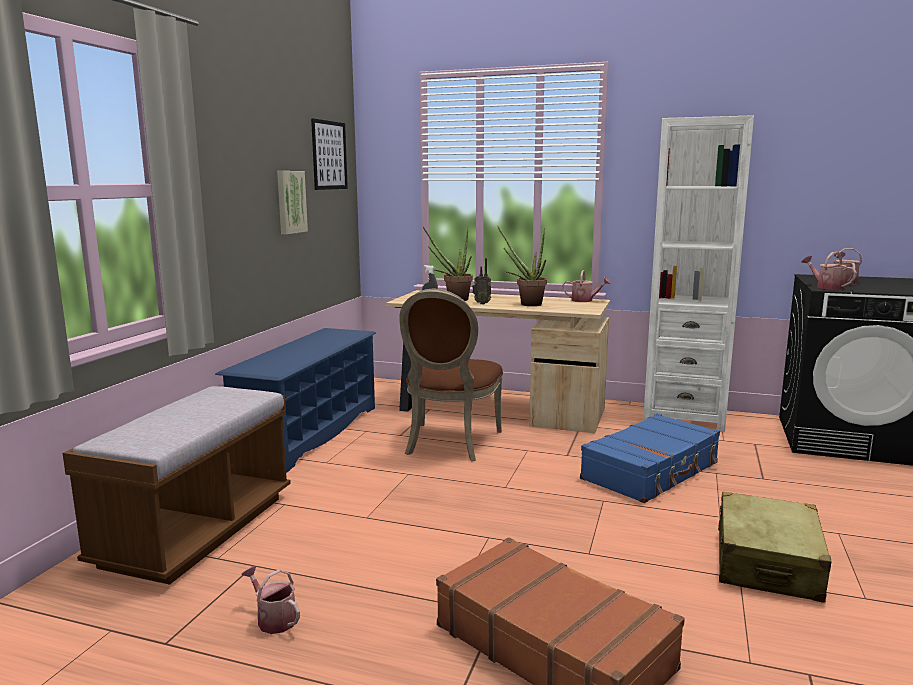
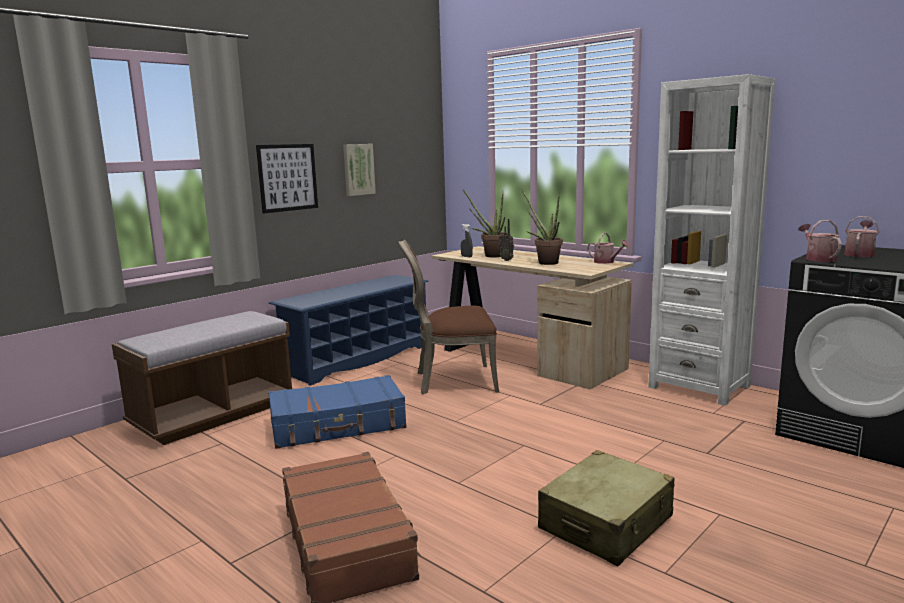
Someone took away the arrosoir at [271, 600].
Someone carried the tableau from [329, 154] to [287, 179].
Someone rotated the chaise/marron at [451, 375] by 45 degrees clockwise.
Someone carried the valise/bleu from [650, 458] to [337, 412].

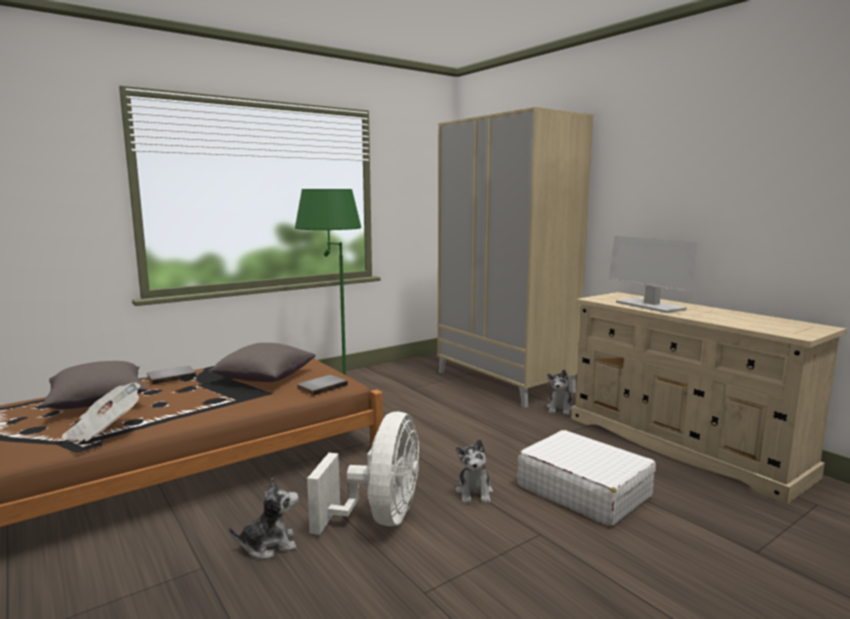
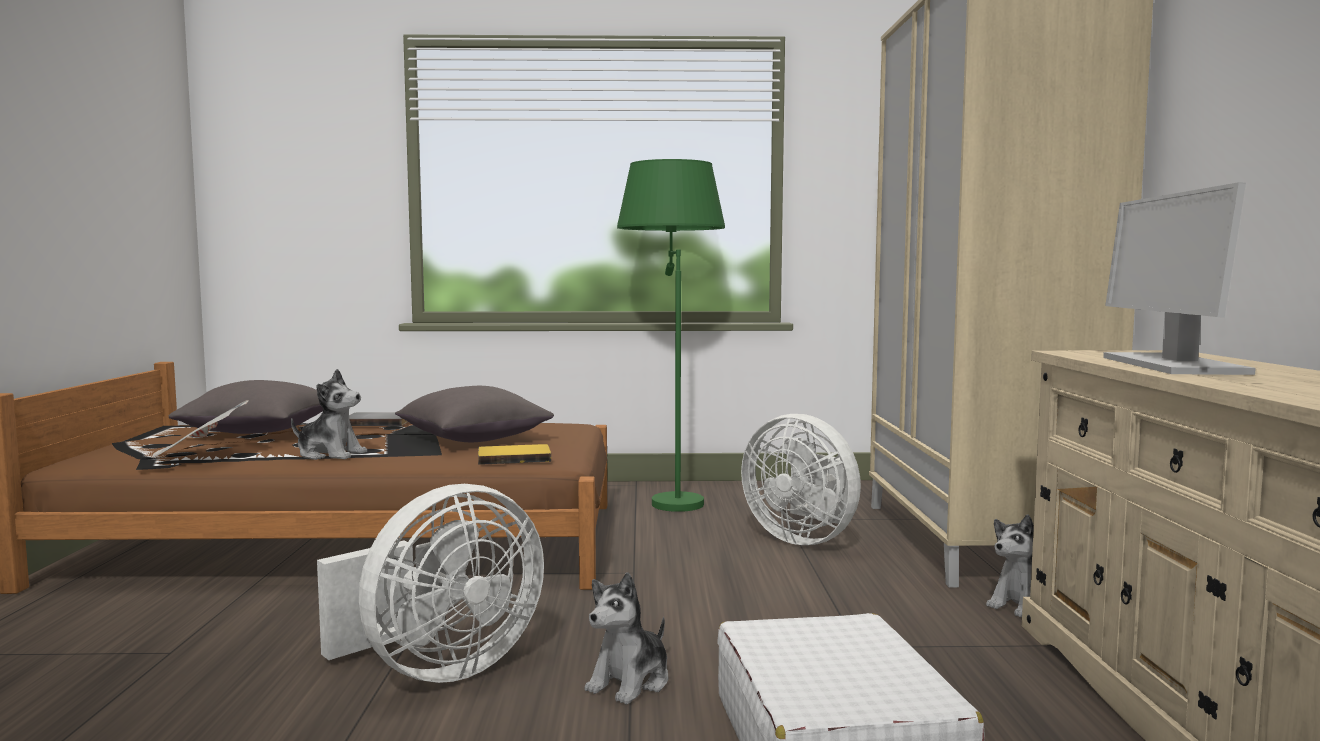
Someone carried the peluche from [264, 518] to [329, 414].
Someone repainted the livre/gris at [322, 385], which became the livre/jaune at [514, 454].
Someone put down the ventilateur/blanc at [801, 479].

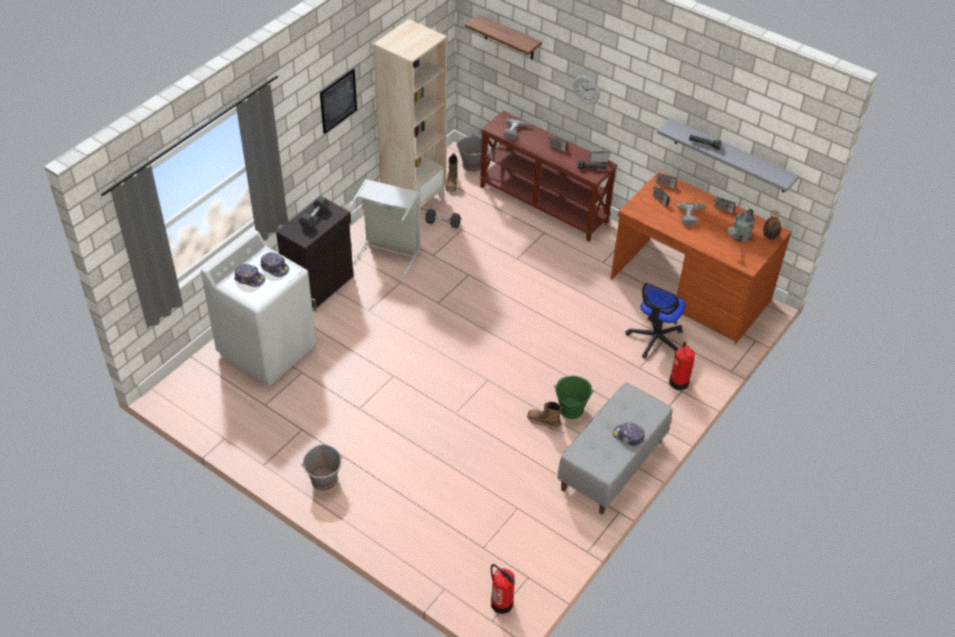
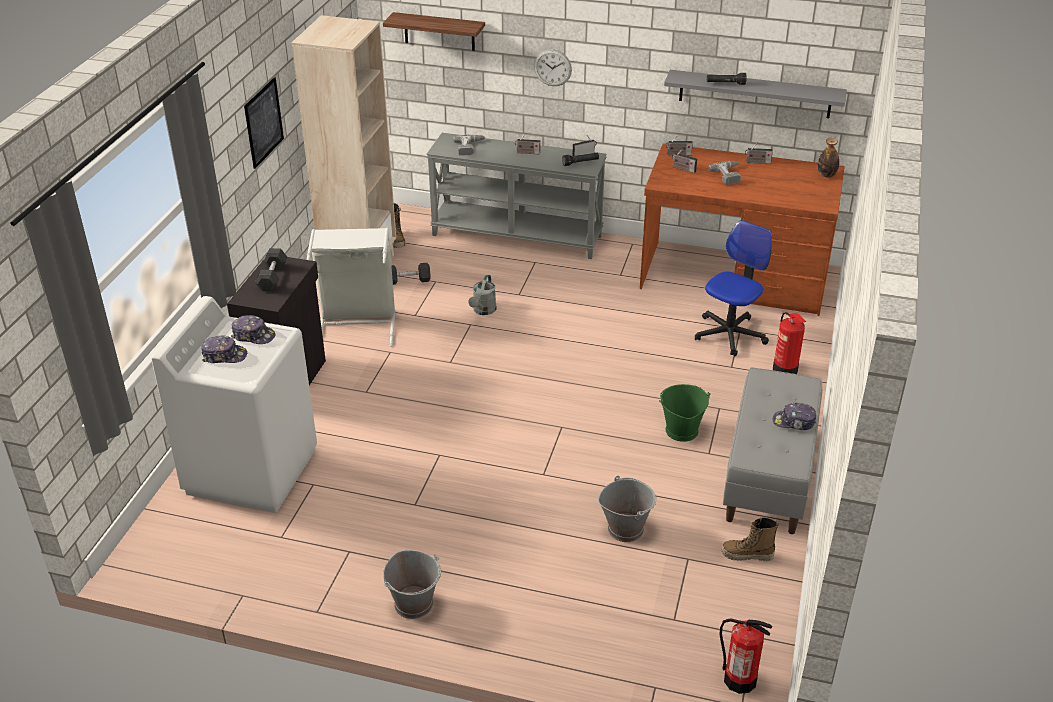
Someone carried the seau/gris from [472, 152] to [627, 509].
Someone repainted the table console/marron at [548, 176], which became the table console/gris at [516, 196].
Someone carried the botte from [544, 416] to [750, 539].
Someone rotated the chaise de bureau at [655, 321] by 150 degrees counterclockwise.
Someone carried the arrosoir/gris from [741, 225] to [482, 294].

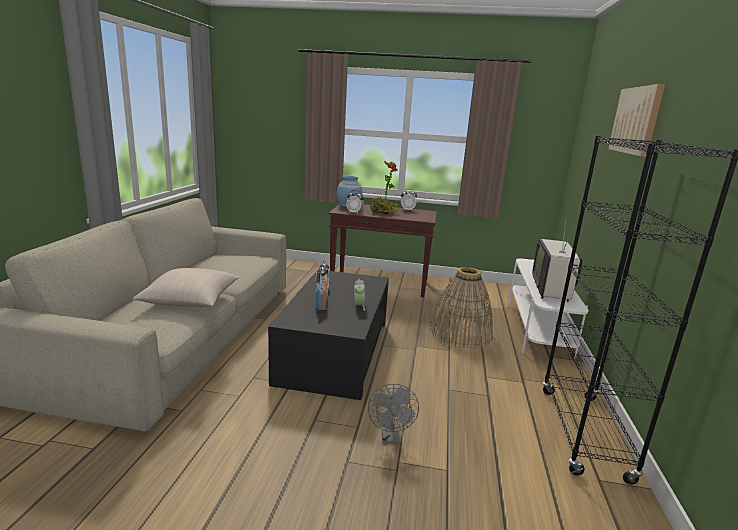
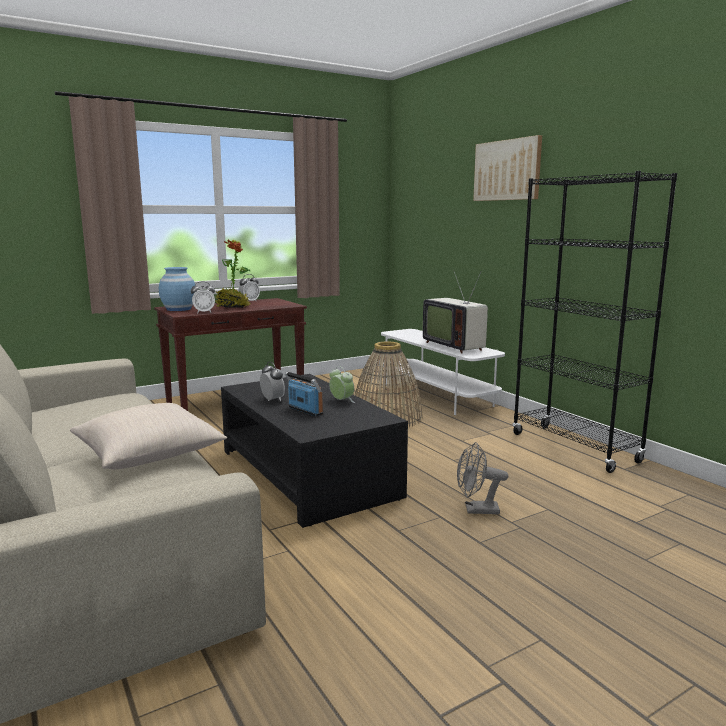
Someone rotated the ventilateur/gris at [393, 413] by 135 degrees clockwise.

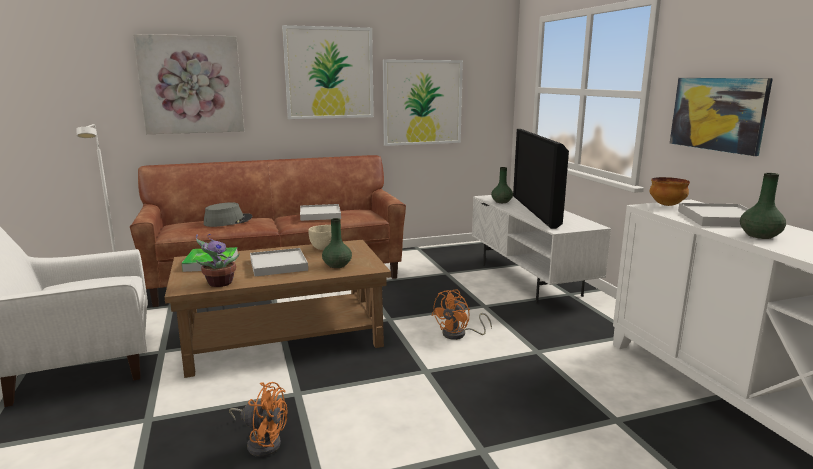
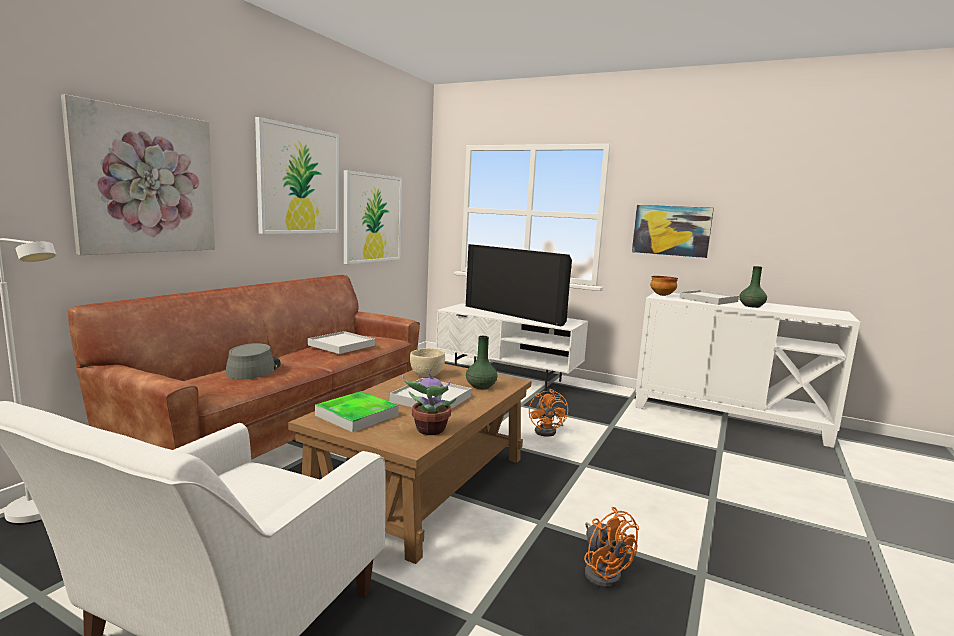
Someone rotated the ventilateur/orange at [258, 419] by 90 degrees clockwise.
Someone took away the vase/vert at [502, 185].

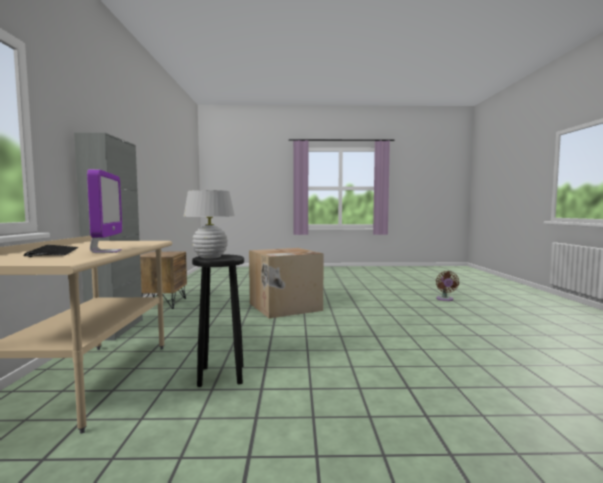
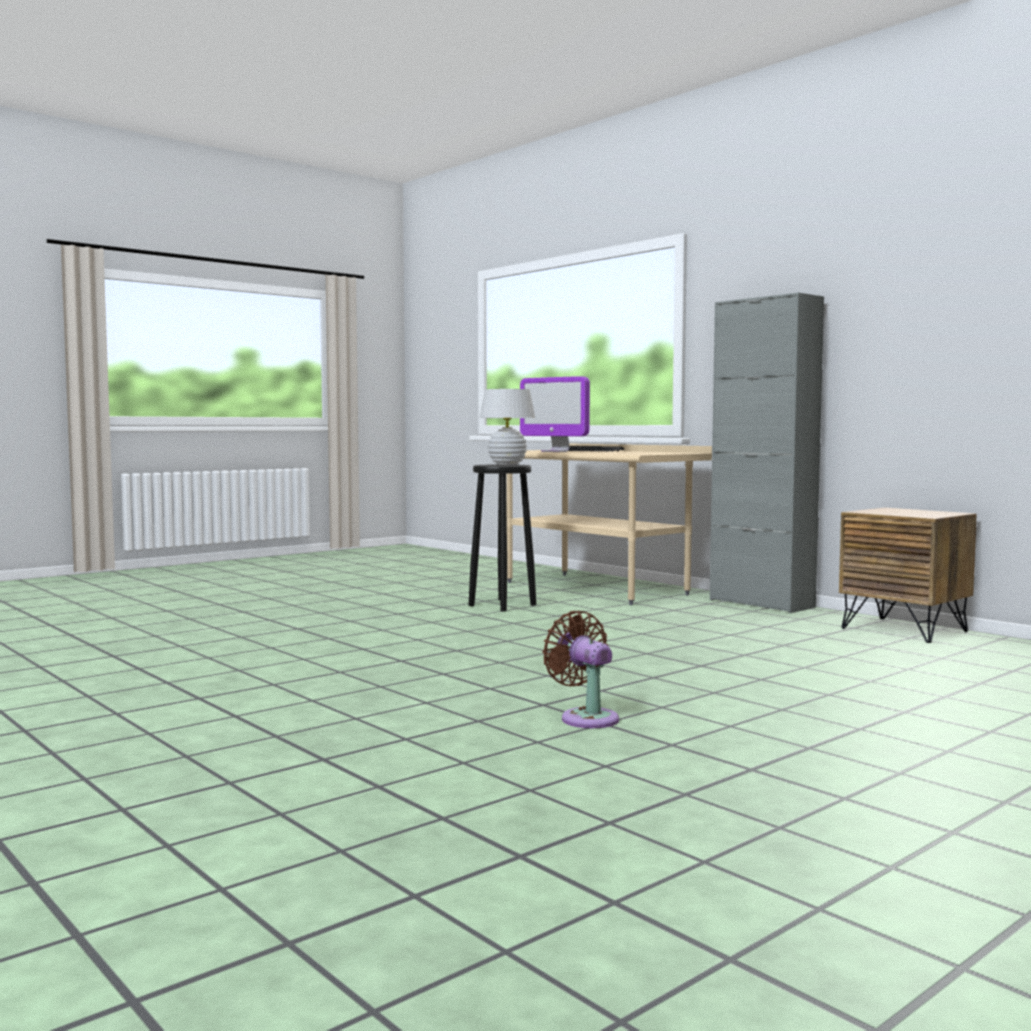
Someone took away the carton at [286, 283].
Someone carried the ventilateur/marron from [447, 286] to [580, 669].

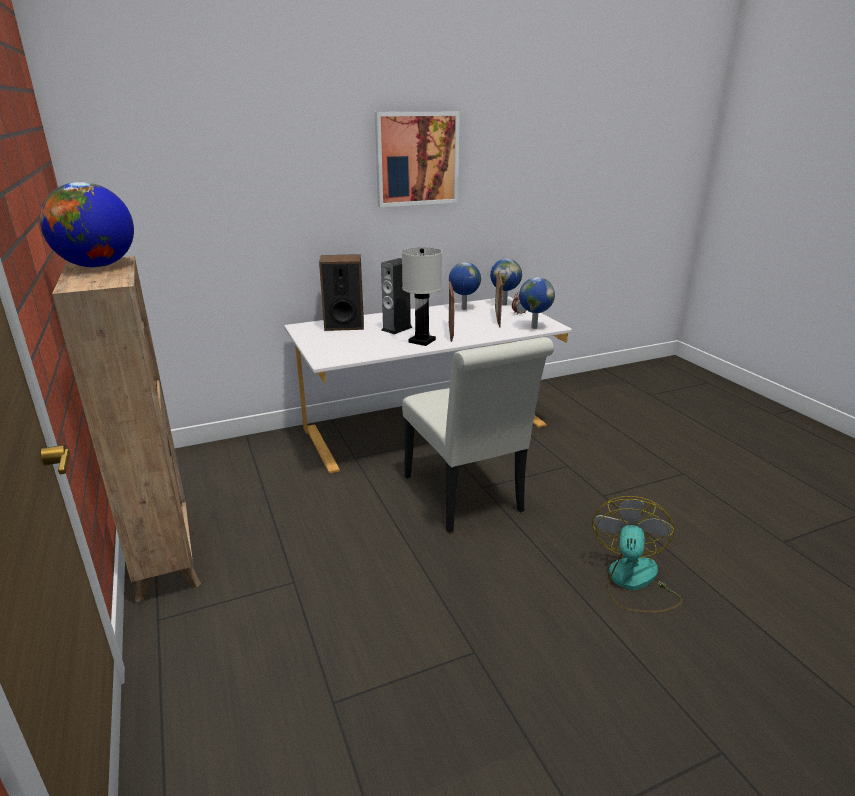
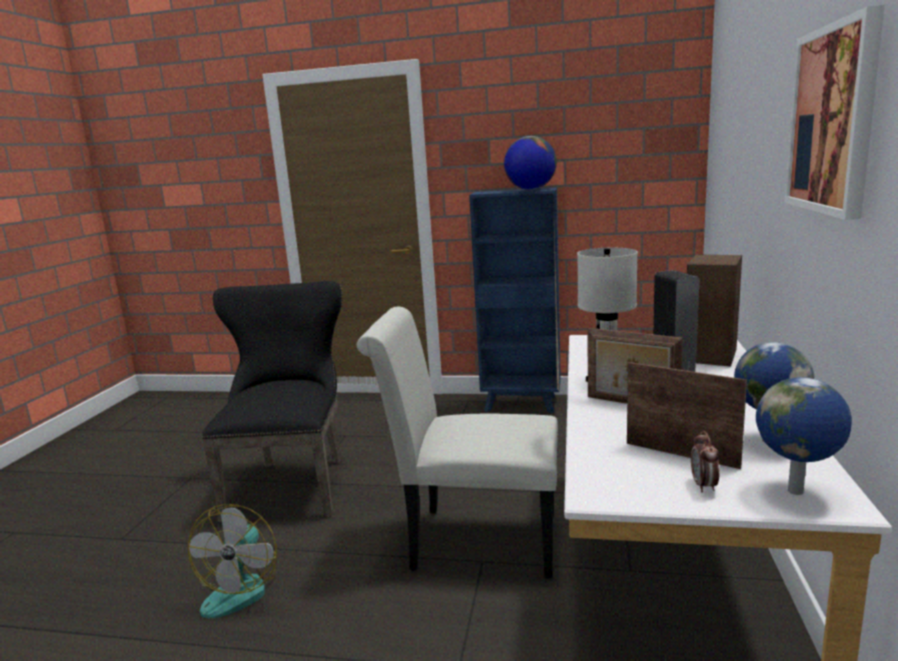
Someone repainted the bibliothèque/marron at [126, 429], which became the bibliothèque/bleu at [515, 300].
Someone took away the globe at [537, 303].
Someone rotated the ventilateur at [637, 554] by 45 degrees clockwise.
Someone put down the chaise/noir at [272, 402].

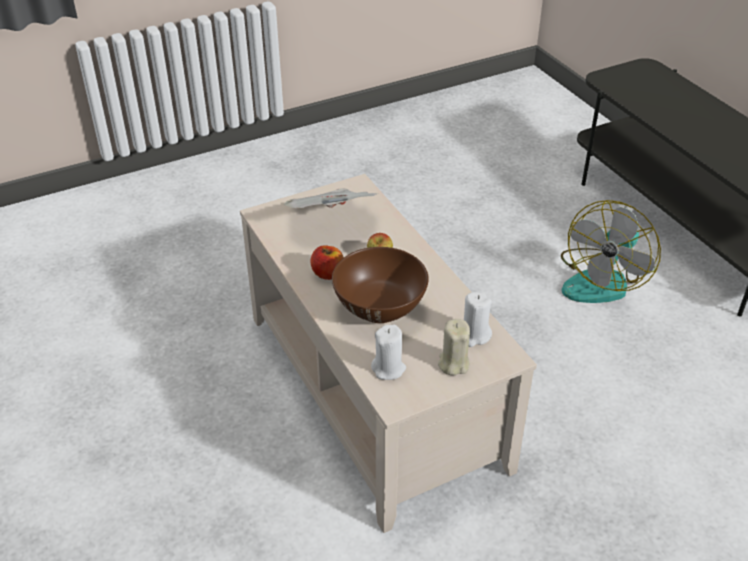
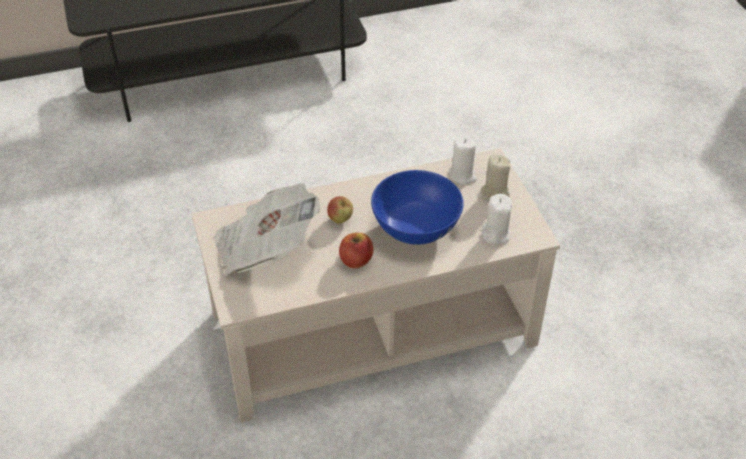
Someone repainted the bol/marron at [380, 285], which became the bol/bleu at [417, 207].
Someone took away the ventilateur at [611, 251].

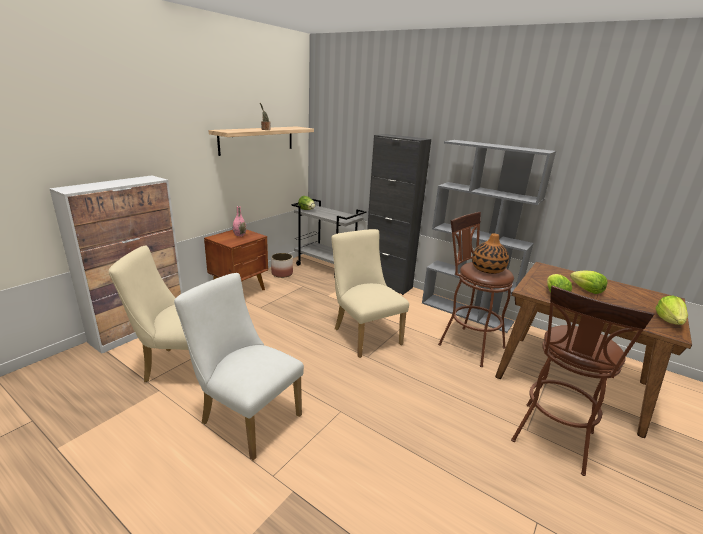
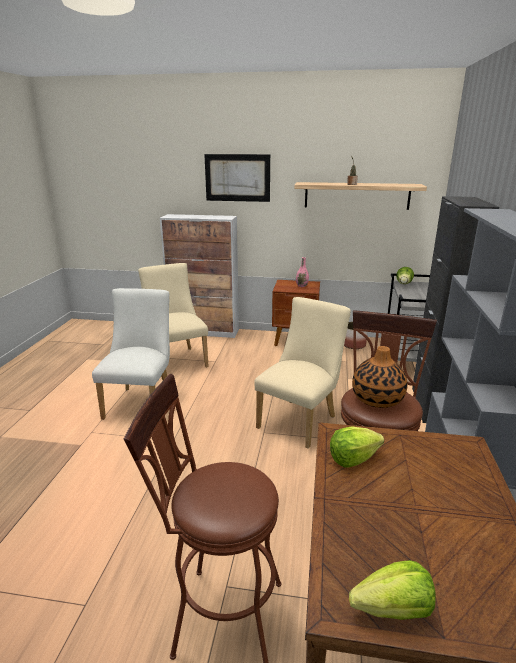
Someone took away the laitue at [588, 282].
Someone put up the tableau at [237, 178].

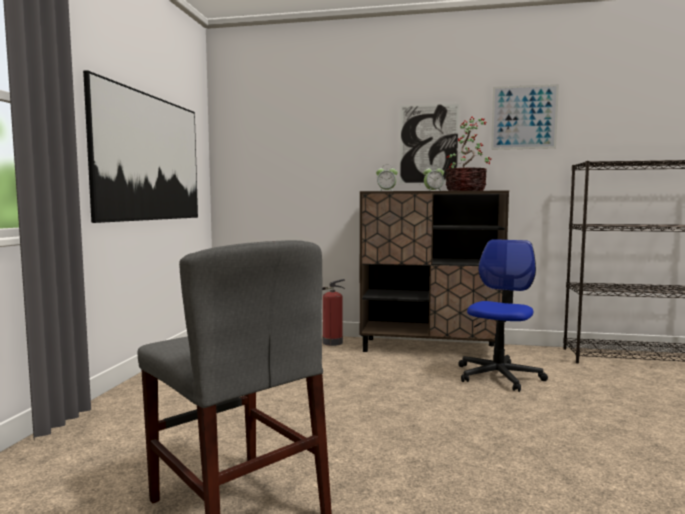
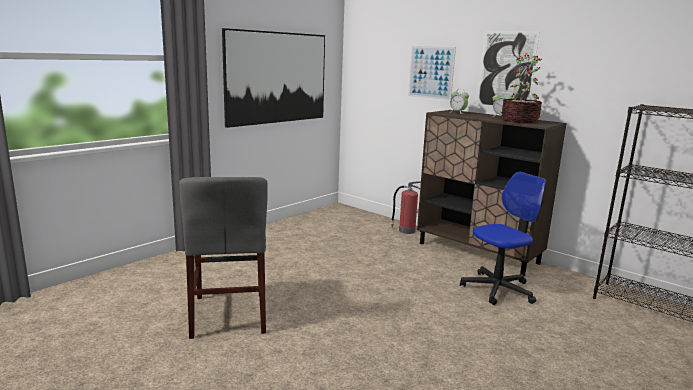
Someone carried the tableau from [525, 117] to [432, 73].

